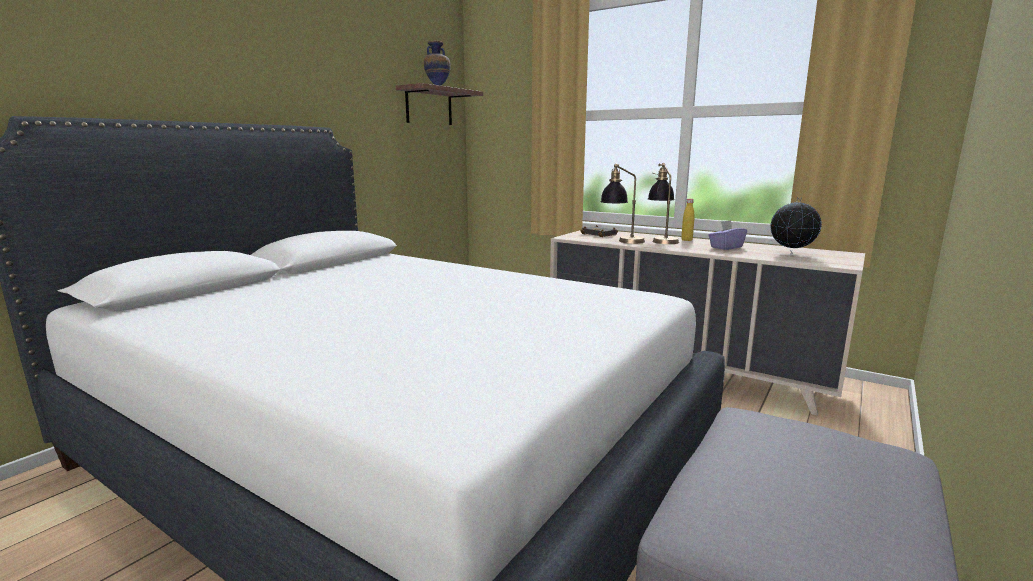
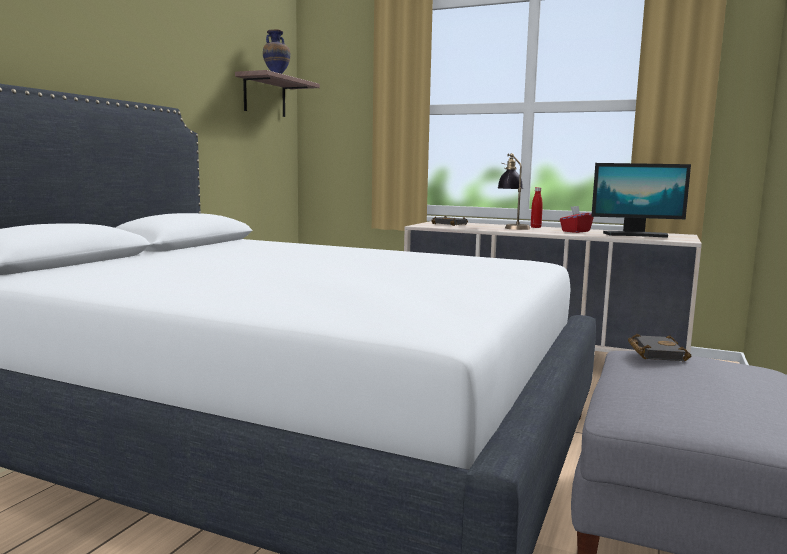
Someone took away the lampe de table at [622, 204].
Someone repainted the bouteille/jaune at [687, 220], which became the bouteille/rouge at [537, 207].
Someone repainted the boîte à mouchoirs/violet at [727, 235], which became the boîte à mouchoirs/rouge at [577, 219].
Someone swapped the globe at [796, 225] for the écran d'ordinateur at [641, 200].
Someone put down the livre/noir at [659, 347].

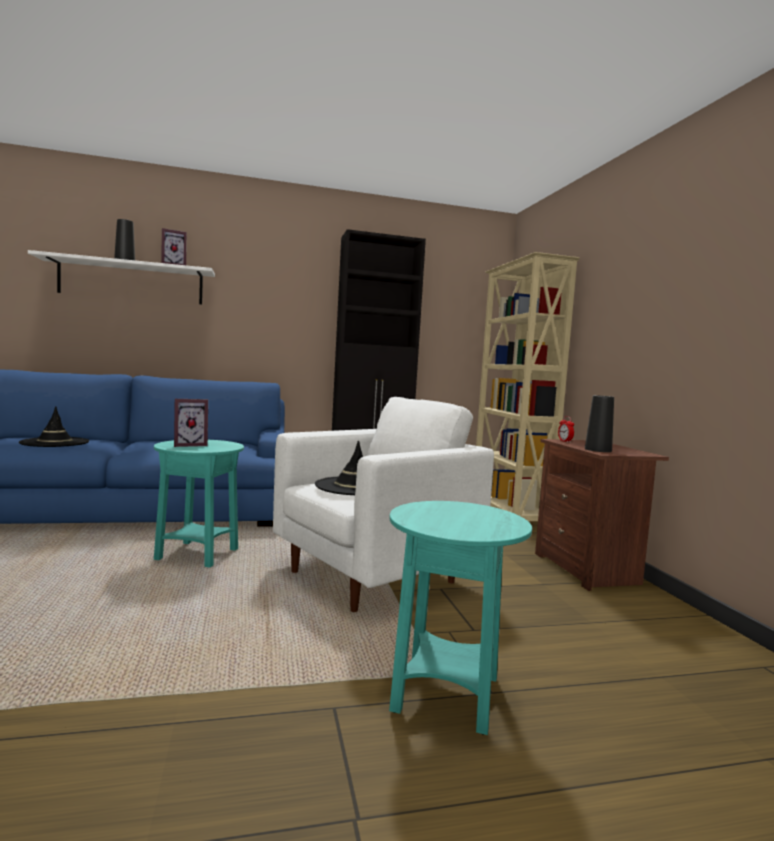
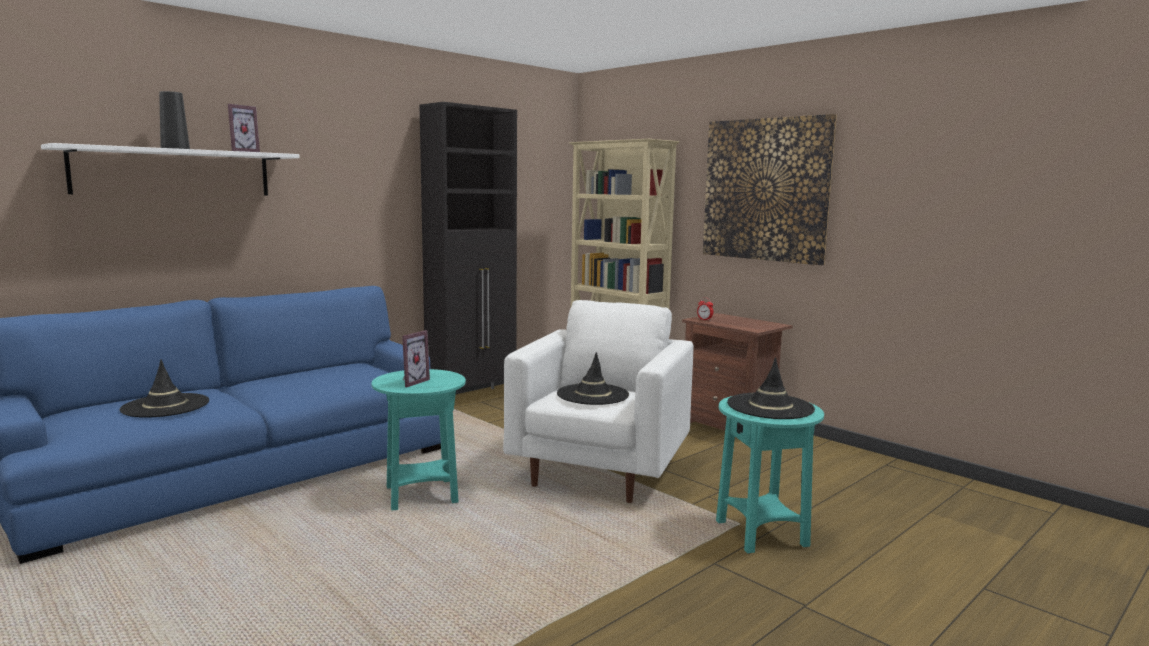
Someone took away the vase/noir at [599, 423].
Someone put up the tableau at [770, 189].
Someone put down the chapeau/noir at [771, 388].

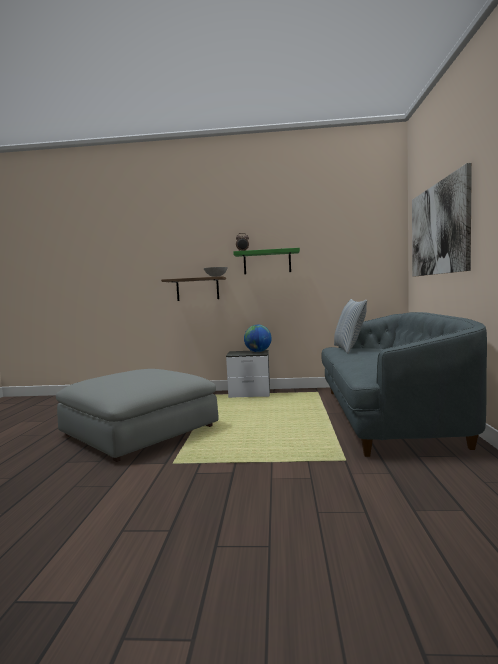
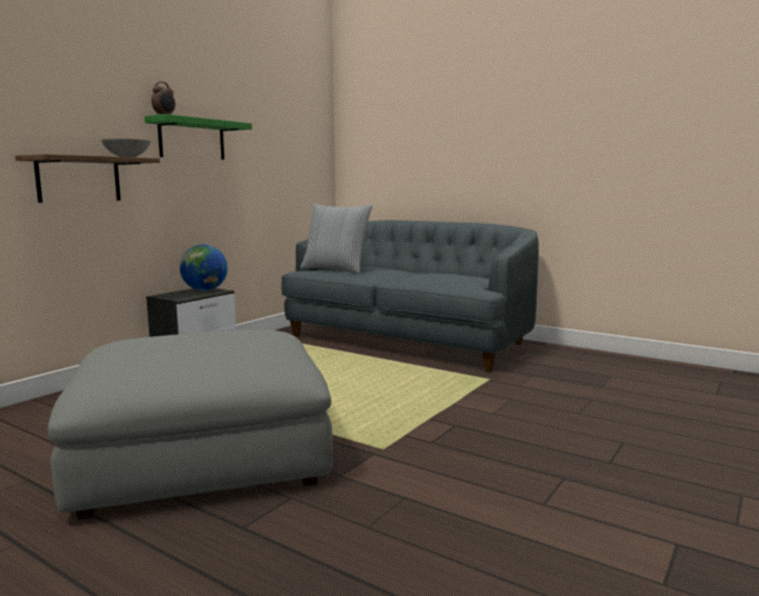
Someone took away the tableau at [442, 220].

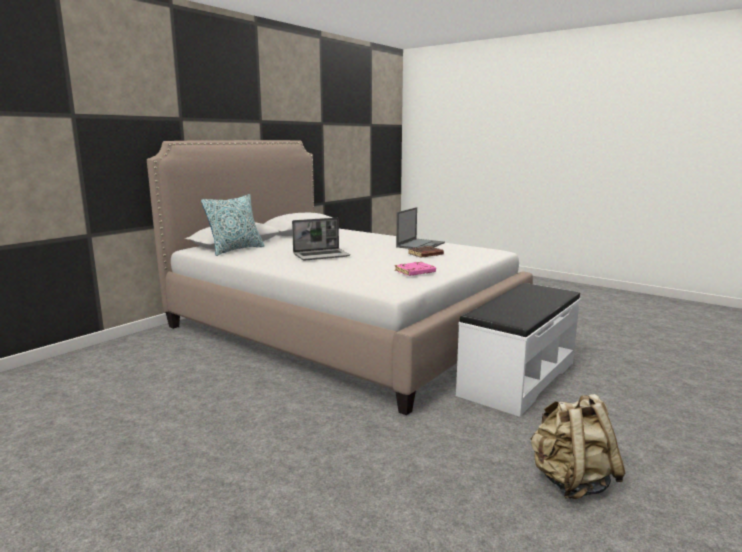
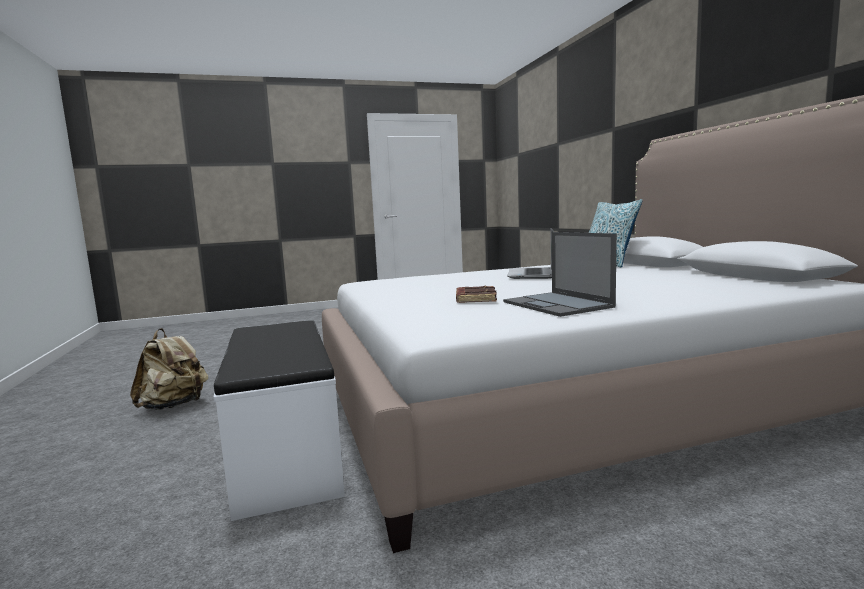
Someone took away the livre/rose at [415, 269].

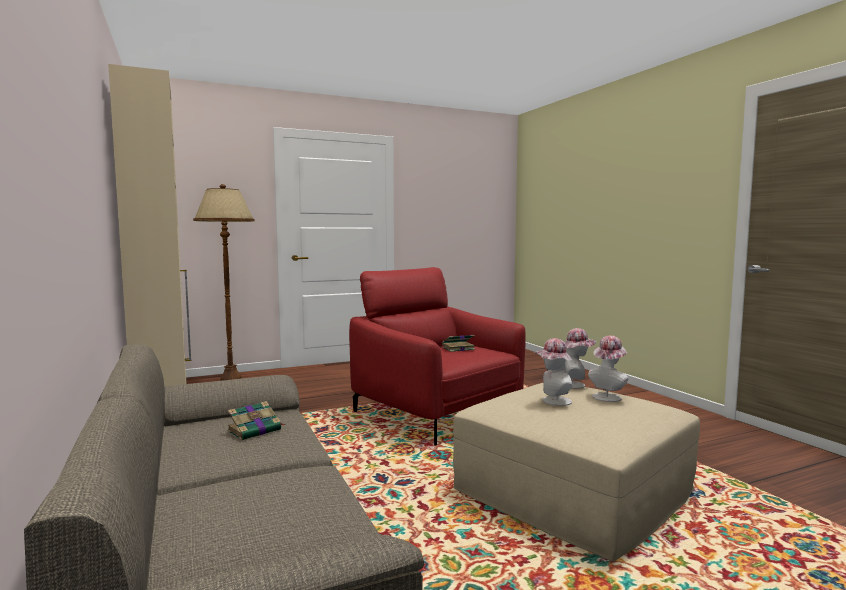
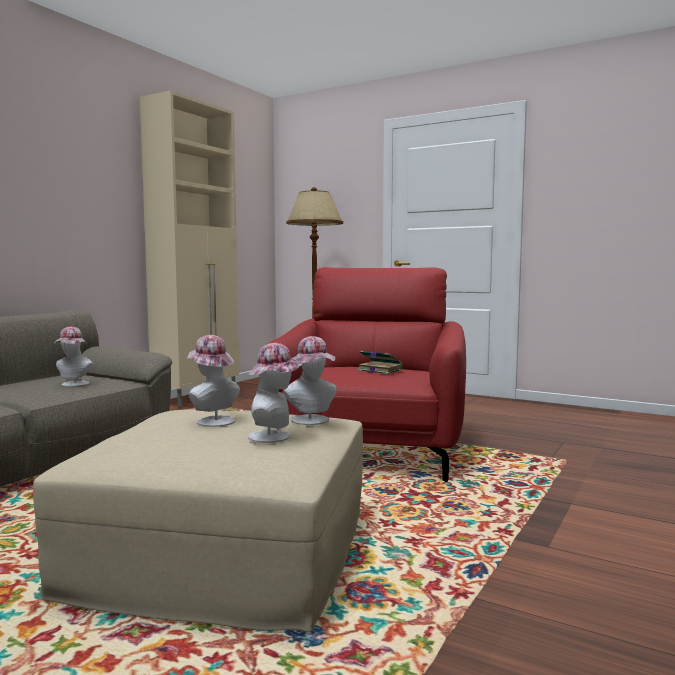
Someone swapped the livre at [256, 420] for the chapeau at [73, 357].

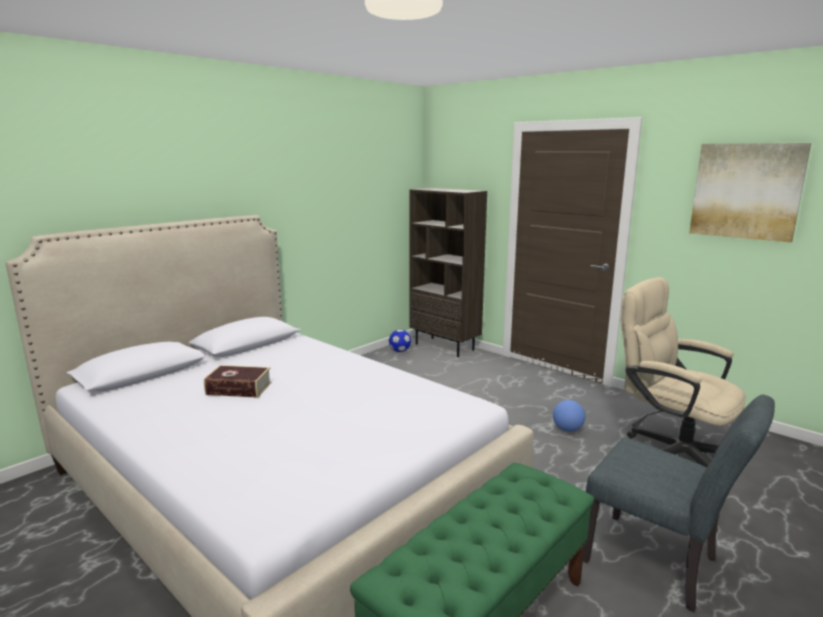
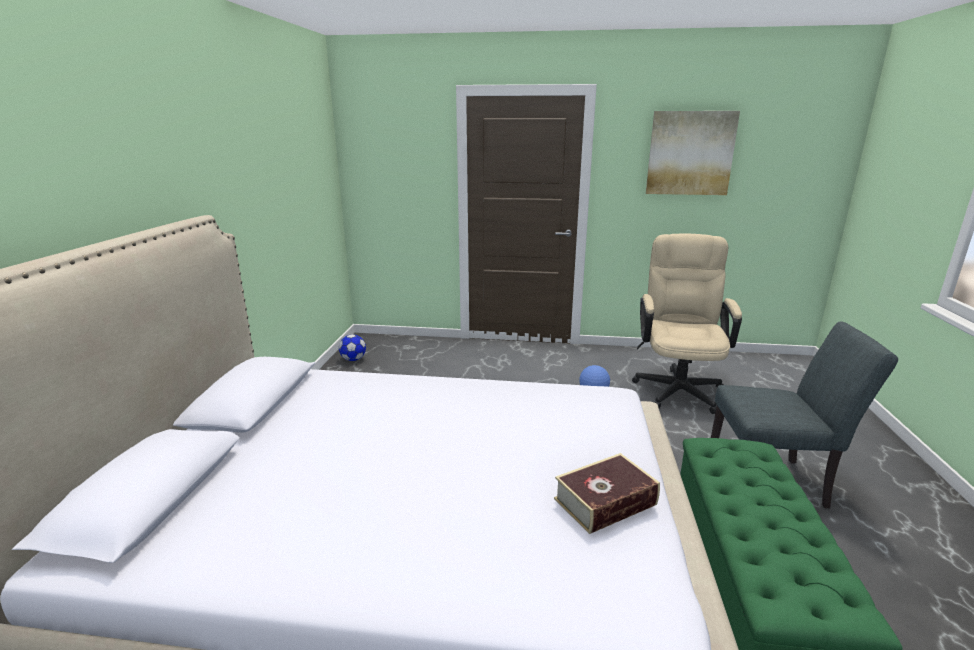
Someone carried the livre from [237, 381] to [607, 493].
Someone took away the bibliothèque/marron at [448, 272].
Someone rotated the chaise de bureau/beige at [683, 372] by 90 degrees clockwise.

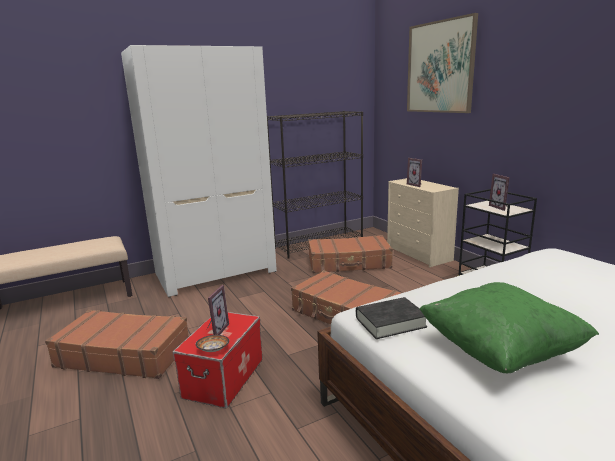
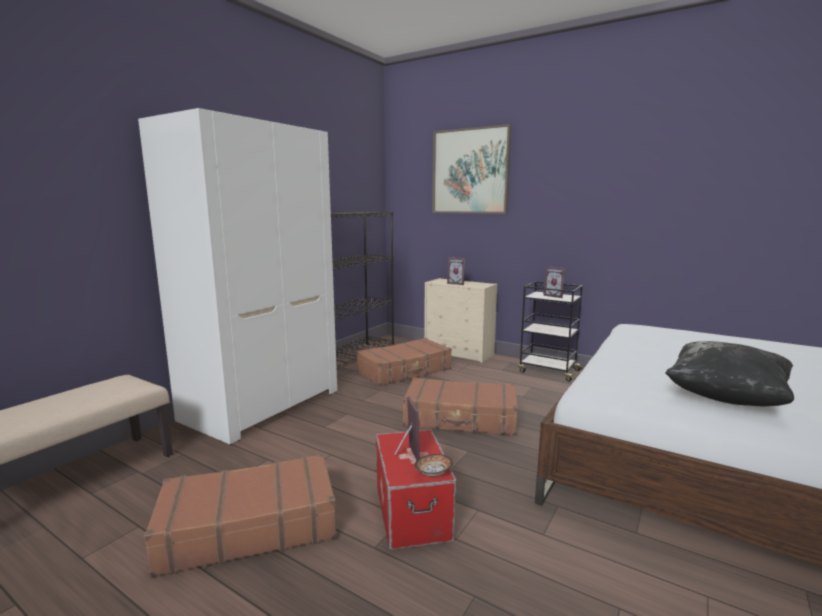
Someone took away the livre/noir at [391, 318].
Someone repainted the coussin/vert at [509, 327], which became the coussin/noir at [729, 373].

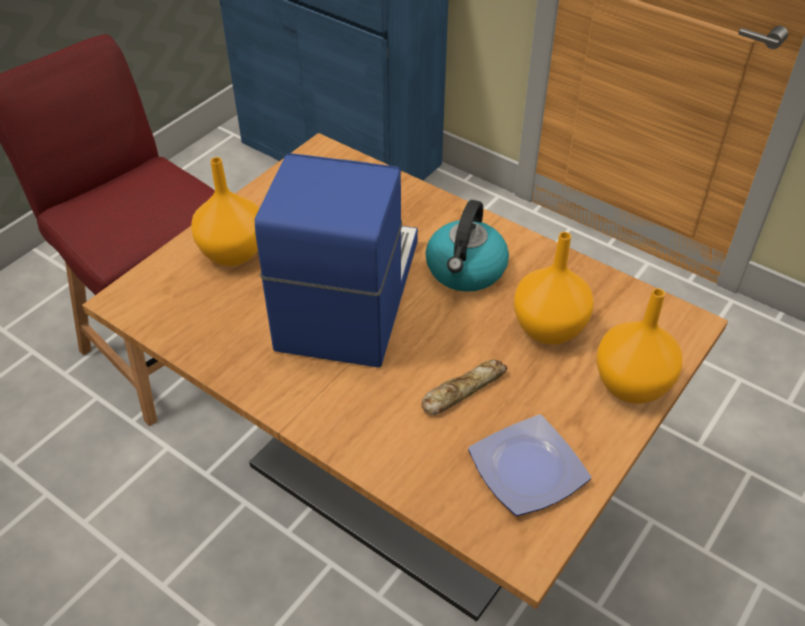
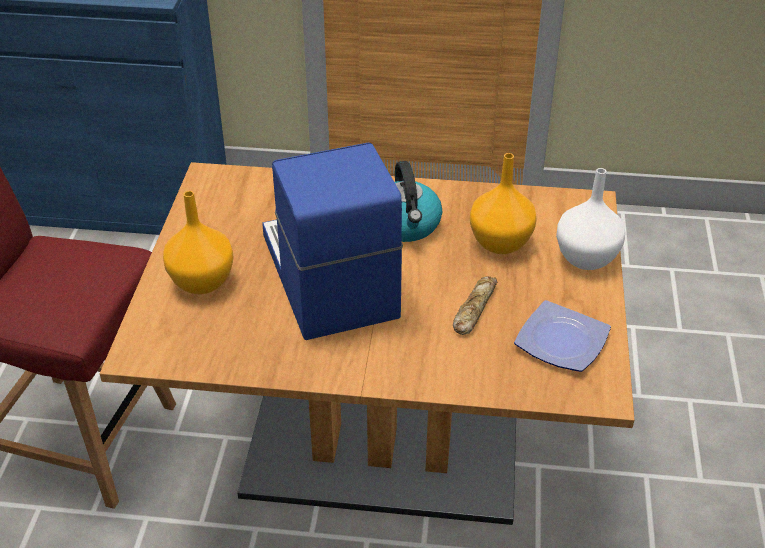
Someone repainted the vase/orange at [639, 346], which became the vase/blanc at [590, 219].

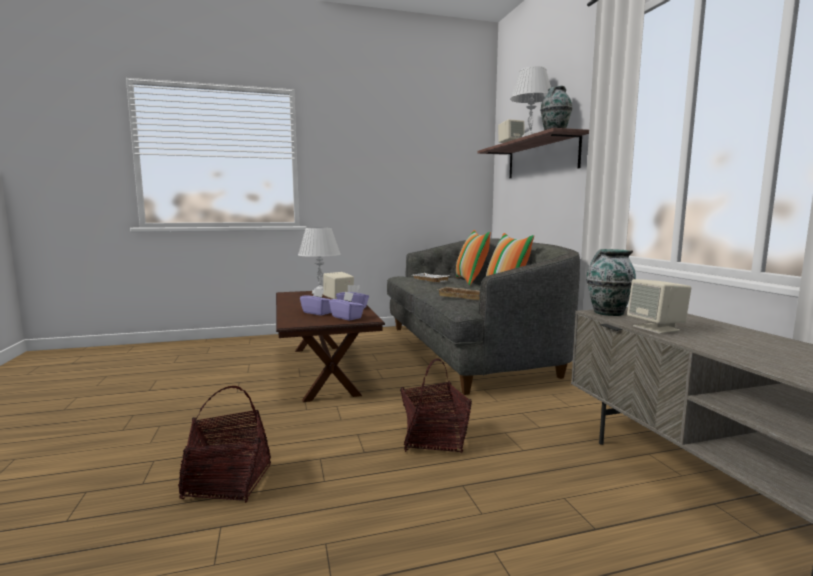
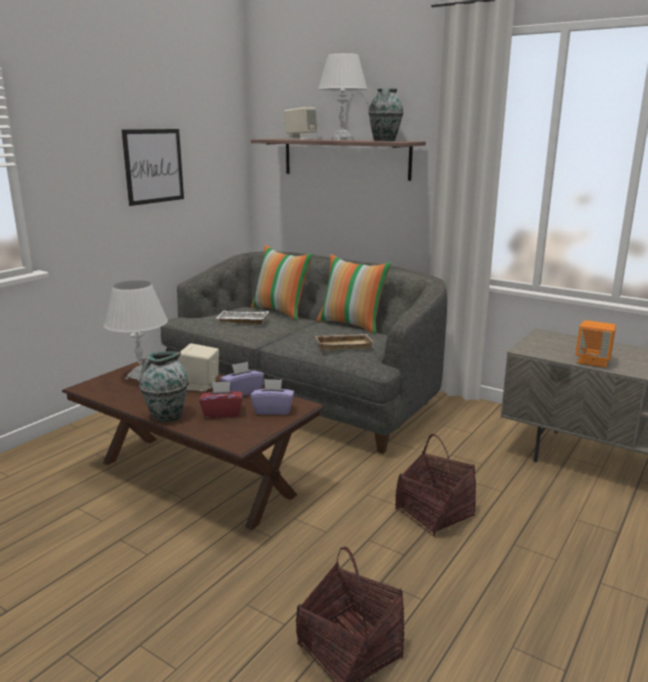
Someone repainted the boîte à mouchoirs/violet at [315, 301], which became the boîte à mouchoirs/rouge at [221, 399].
Someone carried the vase from [611, 282] to [163, 386].
Someone repainted the enceinte/beige at [659, 306], which became the enceinte/orange at [595, 344].
Someone put up the tableau at [153, 167].

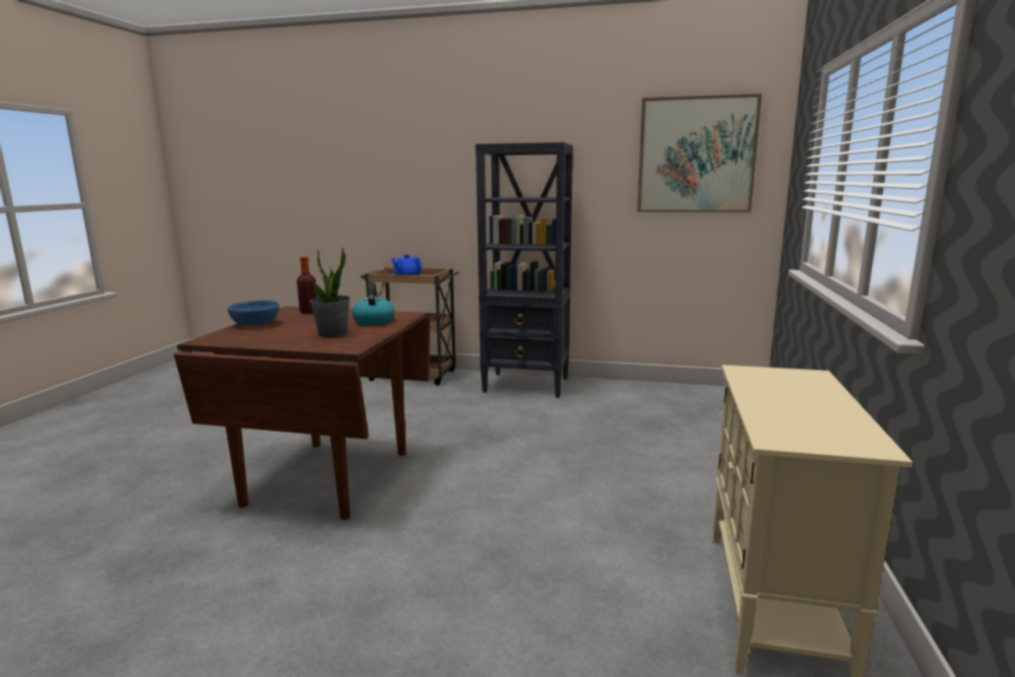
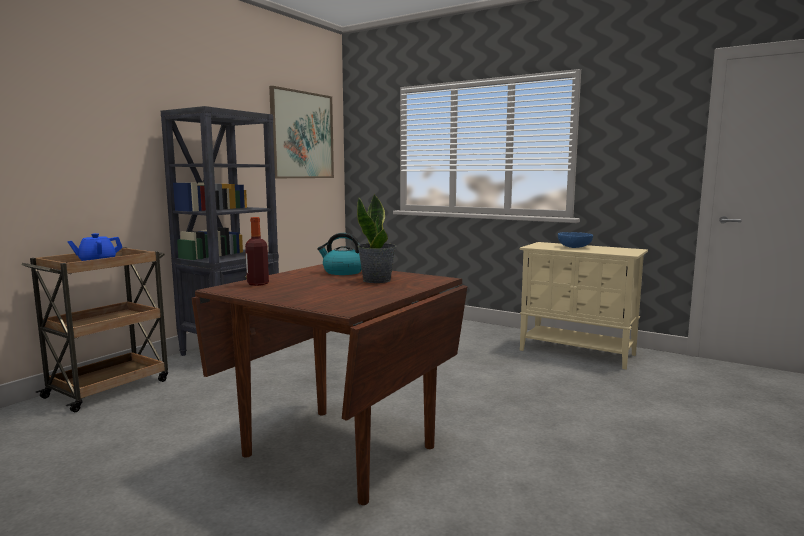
Someone carried the bol/bleu from [253, 313] to [575, 240].

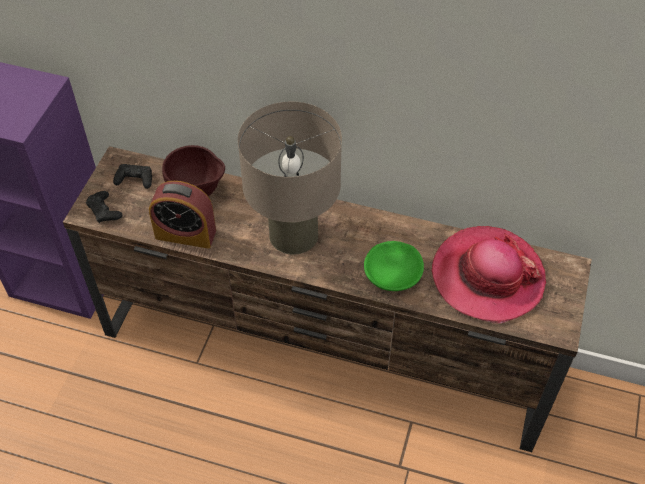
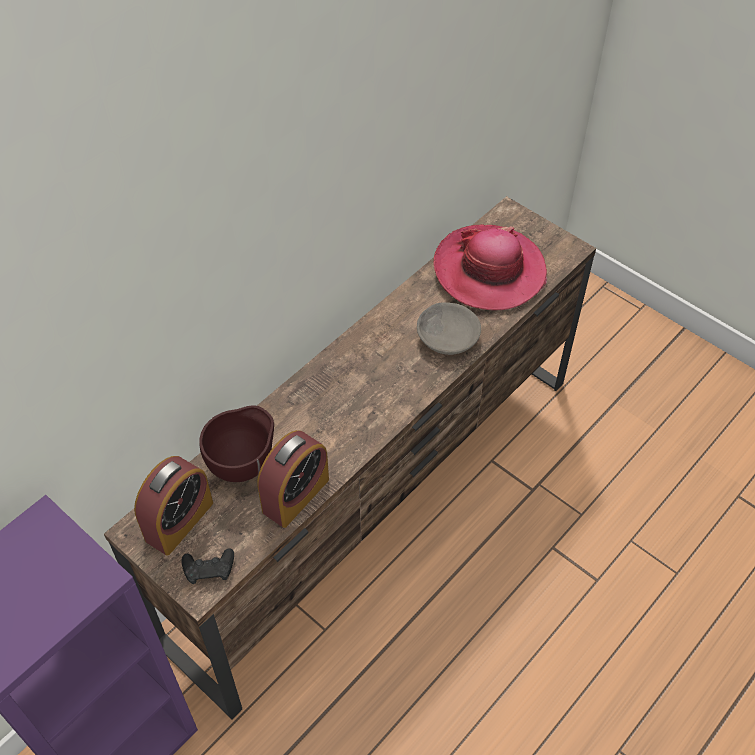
Someone swapped the manette/noir at [132, 176] for the réveil at [173, 505].
Someone took away the lampe de table/beige at [290, 178].
Someone repainted the bol/vert at [394, 266], which became the bol/gris at [449, 328].

